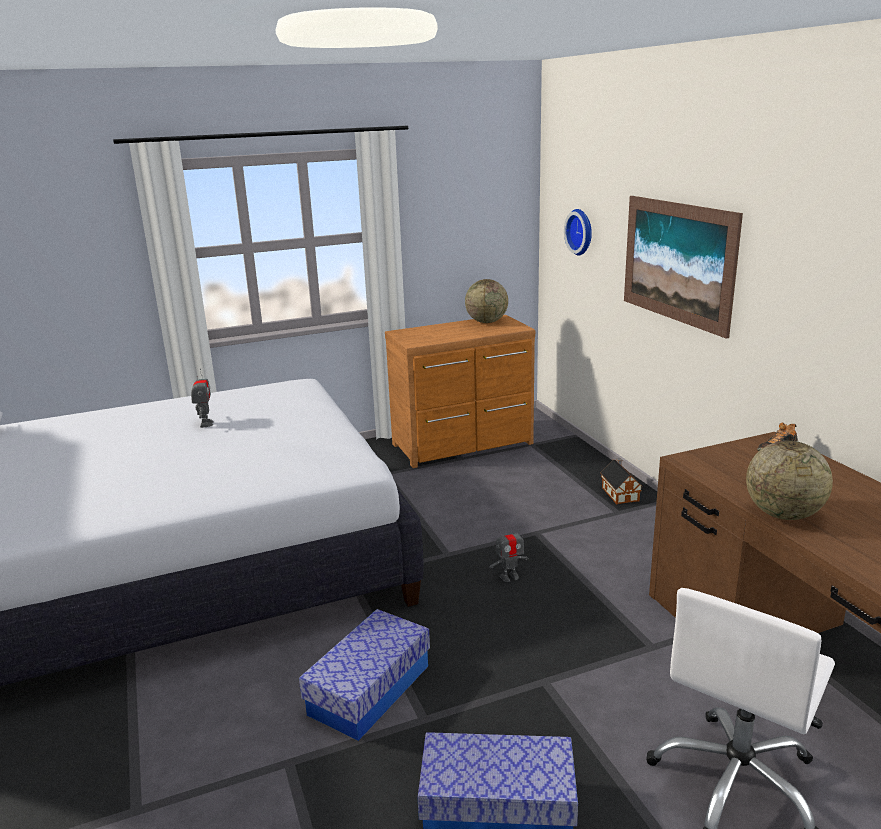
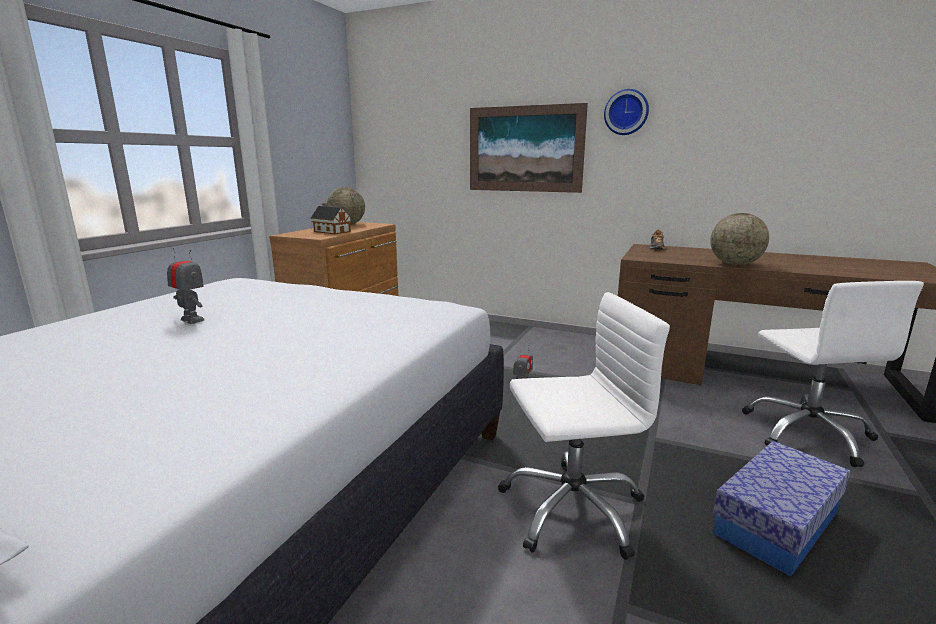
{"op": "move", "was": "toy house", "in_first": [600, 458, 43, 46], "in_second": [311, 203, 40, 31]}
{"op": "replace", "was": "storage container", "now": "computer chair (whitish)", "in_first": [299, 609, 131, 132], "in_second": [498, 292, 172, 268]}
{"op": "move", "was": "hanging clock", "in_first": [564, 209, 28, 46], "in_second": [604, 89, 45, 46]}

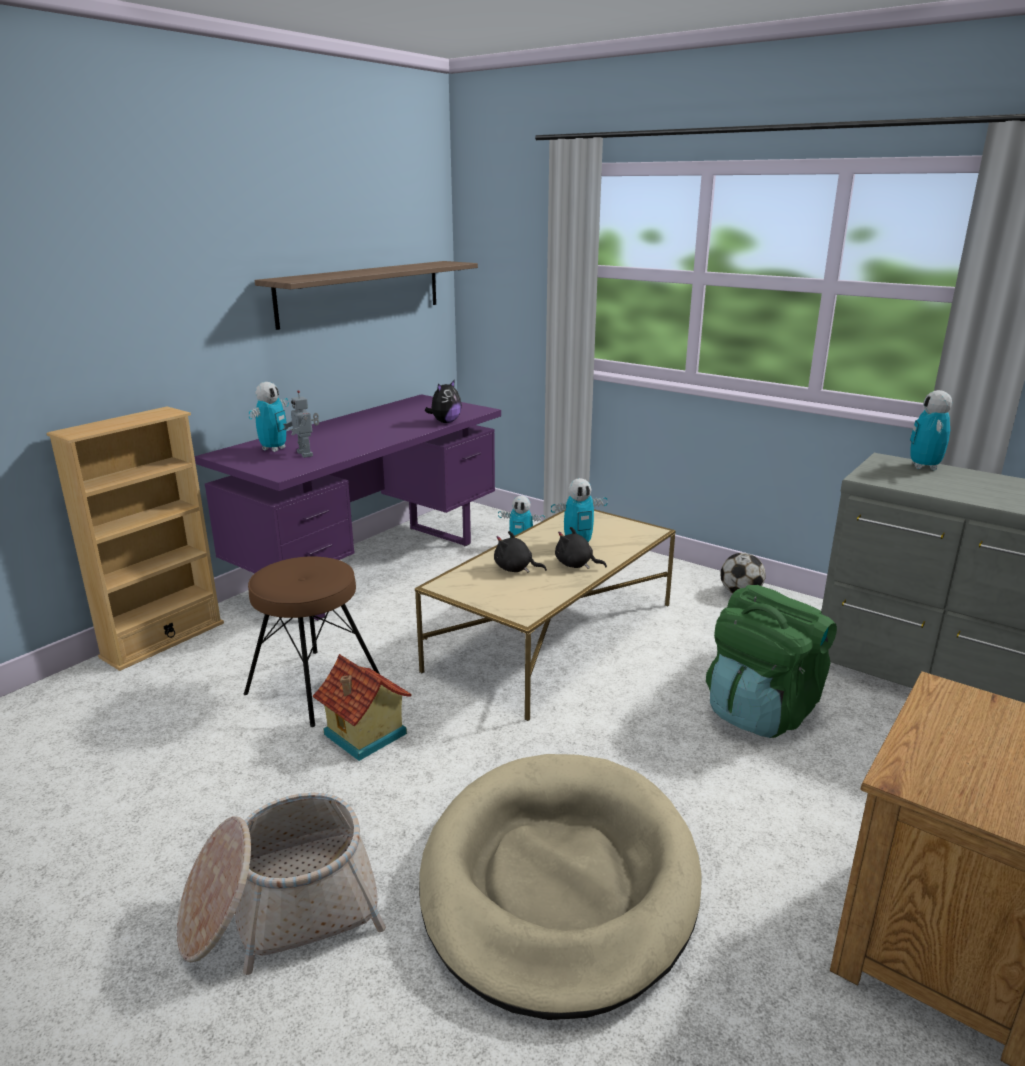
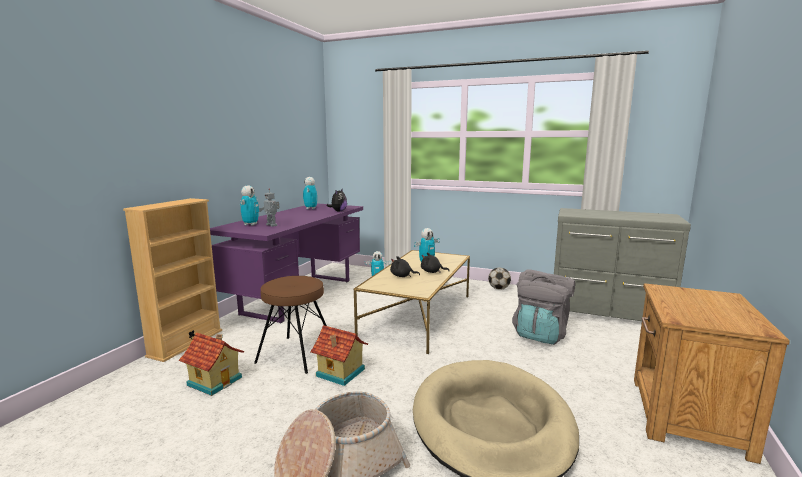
{"op": "insert", "now": "toy house", "in_second": [179, 332, 65, 64]}
{"op": "move", "was": "robot figure", "in_first": [910, 390, 42, 80], "in_second": [303, 177, 14, 32]}
{"op": "recolor", "was": "rucksack (green-coloured)", "now": "rucksack (gray)", "in_first": [706, 585, 131, 153], "in_second": [512, 269, 63, 76]}
{"op": "delete", "was": "bracket shelf", "in_first": [255, 261, 223, 69]}

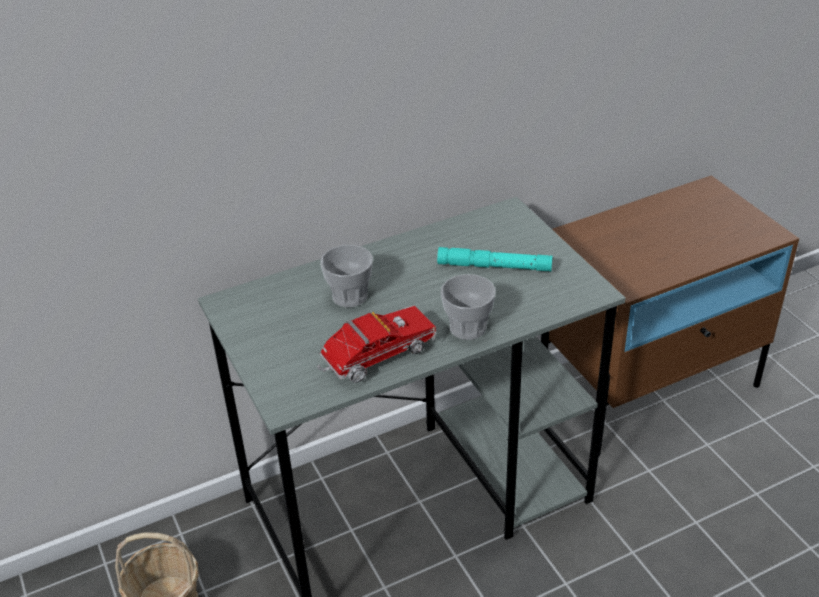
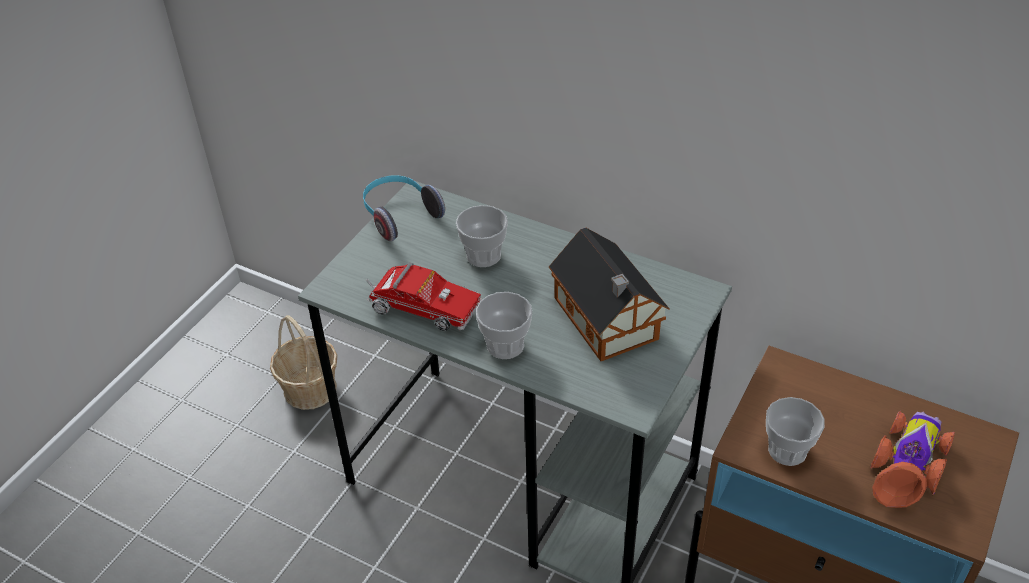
{"op": "insert", "now": "headset", "in_second": [363, 175, 82, 66]}
{"op": "replace", "was": "flashlight (blue-green)", "now": "toy house", "in_first": [437, 247, 115, 25], "in_second": [549, 228, 121, 133]}
{"op": "insert", "now": "drinking cup", "in_second": [766, 397, 59, 69]}
{"op": "insert", "now": "model car", "in_second": [870, 411, 85, 97]}

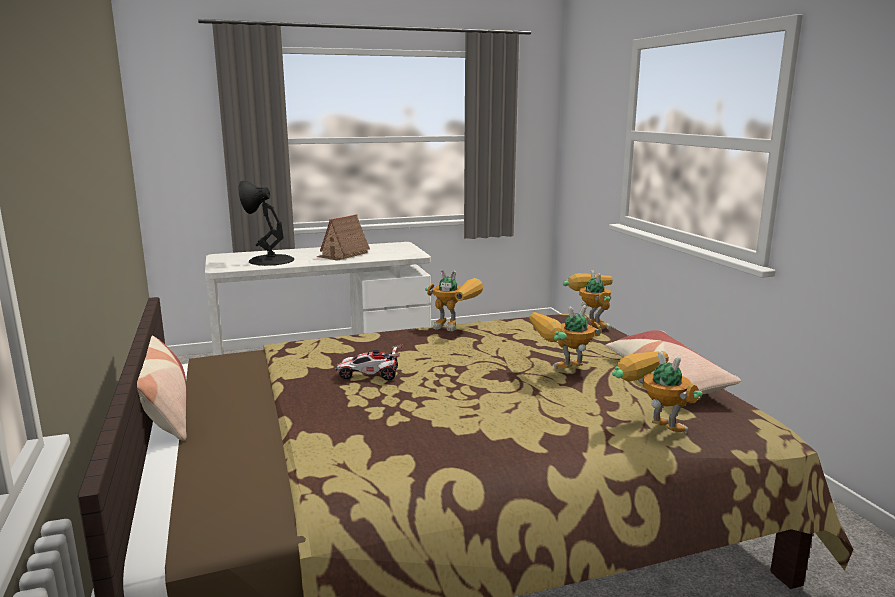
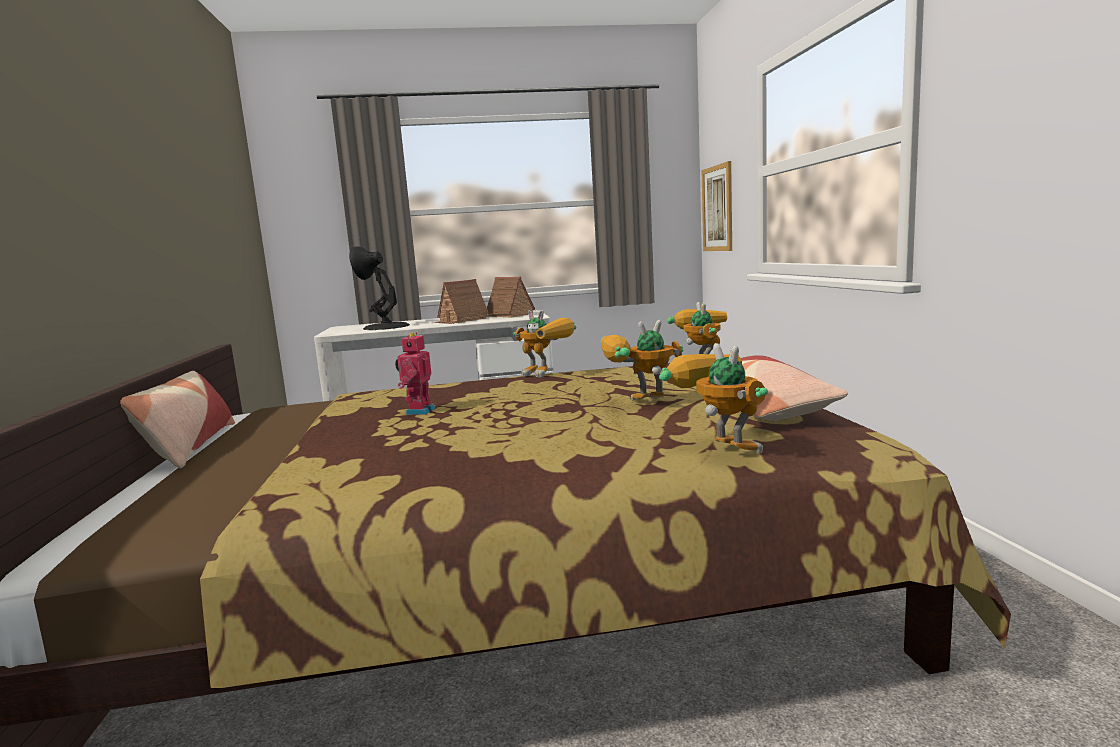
{"op": "replace", "was": "model car", "now": "robot figure", "in_first": [335, 344, 68, 36], "in_second": [395, 332, 40, 83]}
{"op": "insert", "now": "toy house", "in_second": [487, 276, 48, 42]}
{"op": "insert", "now": "picture", "in_second": [701, 161, 31, 90]}

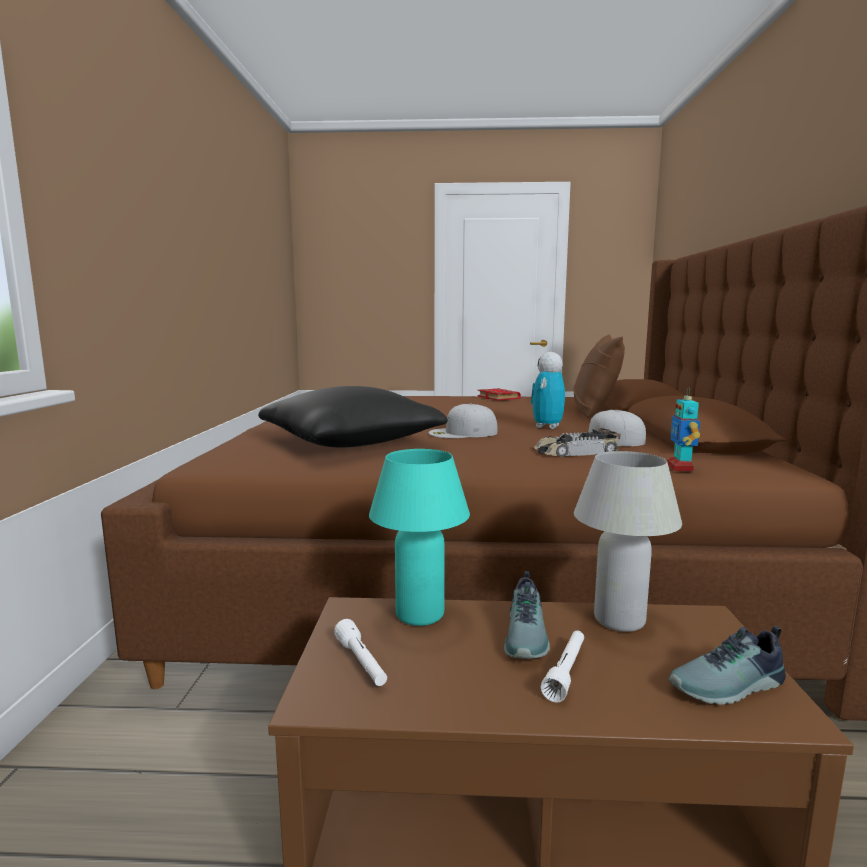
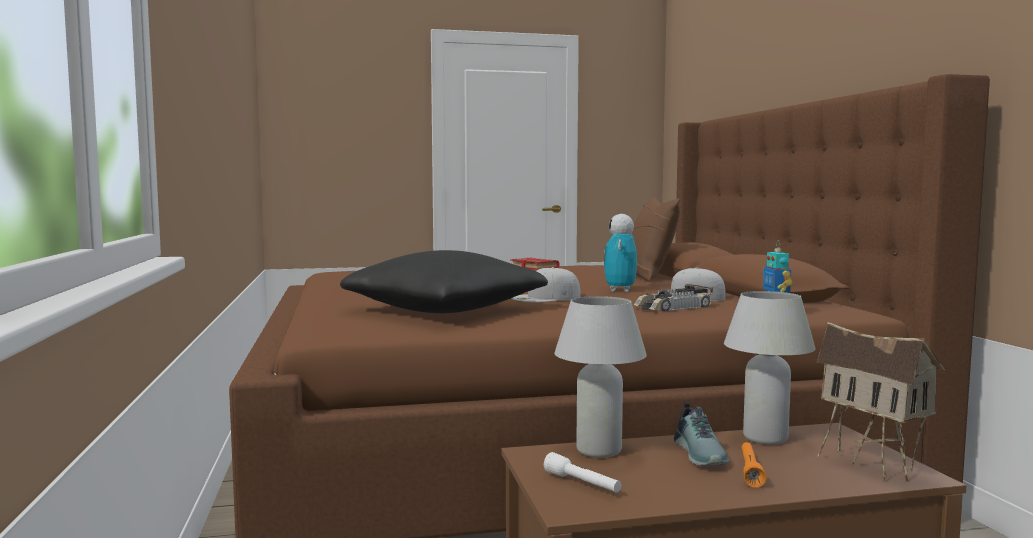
{"op": "recolor", "was": "tabletop lamp (blue-green)", "now": "tabletop lamp (whitish)", "in_first": [369, 449, 101, 177], "in_second": [555, 296, 92, 162]}
{"op": "recolor", "was": "flashlight (whitish)", "now": "flashlight (orangey)", "in_first": [541, 631, 43, 72], "in_second": [742, 442, 24, 46]}
{"op": "replace", "was": "shoe", "now": "toy house", "in_first": [668, 626, 118, 79], "in_second": [817, 322, 128, 160]}

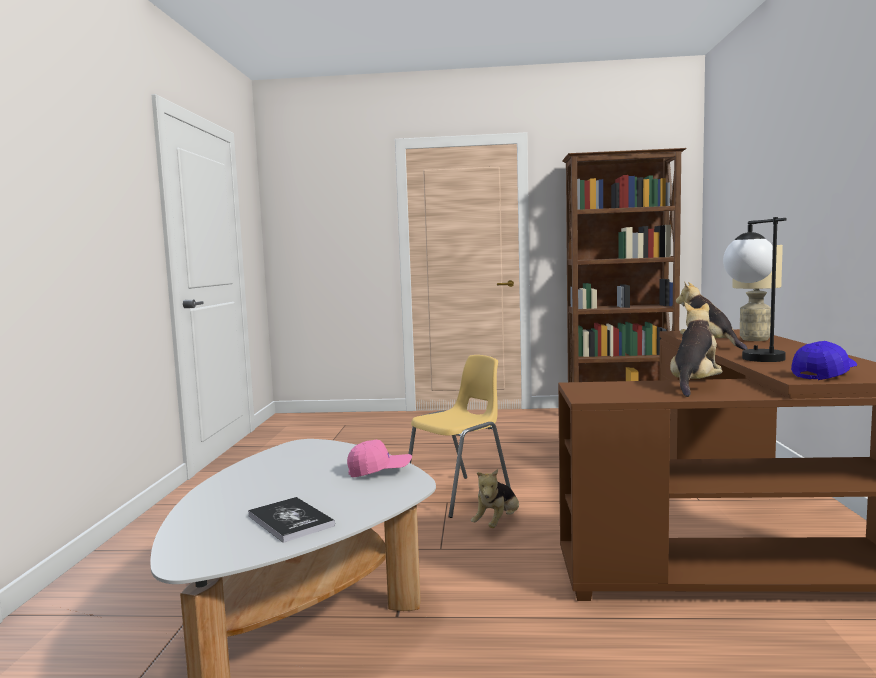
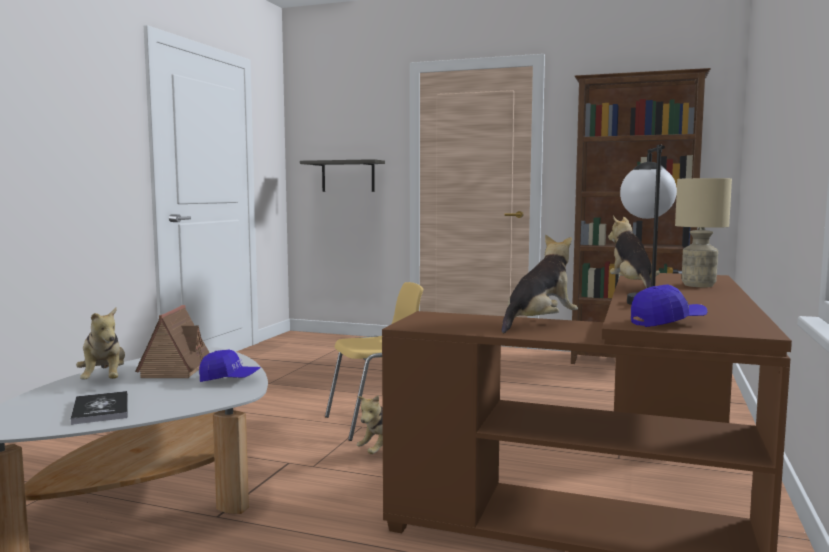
{"op": "insert", "now": "plush toy", "in_second": [76, 308, 49, 72]}
{"op": "insert", "now": "toy house", "in_second": [135, 305, 75, 73]}
{"op": "recolor", "was": "cap (pinkish)", "now": "cap (blue)", "in_first": [347, 440, 65, 37], "in_second": [199, 350, 62, 32]}
{"op": "insert", "now": "bracket shelf", "in_second": [300, 159, 85, 33]}

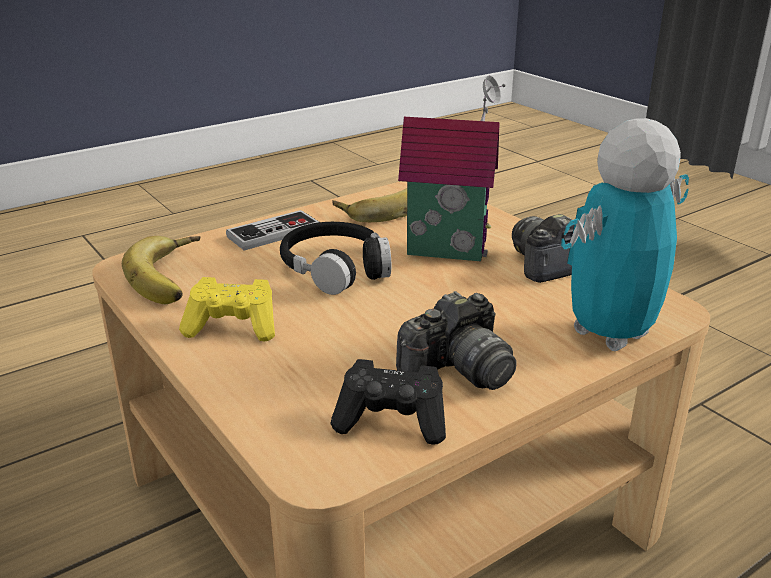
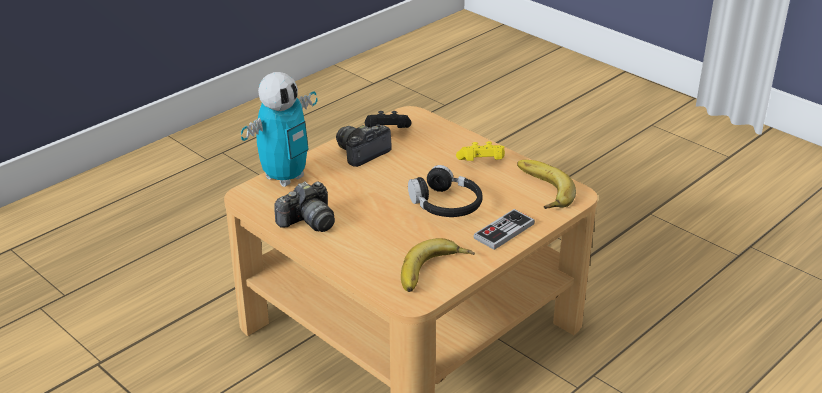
{"op": "delete", "was": "toy house", "in_first": [398, 75, 108, 186]}

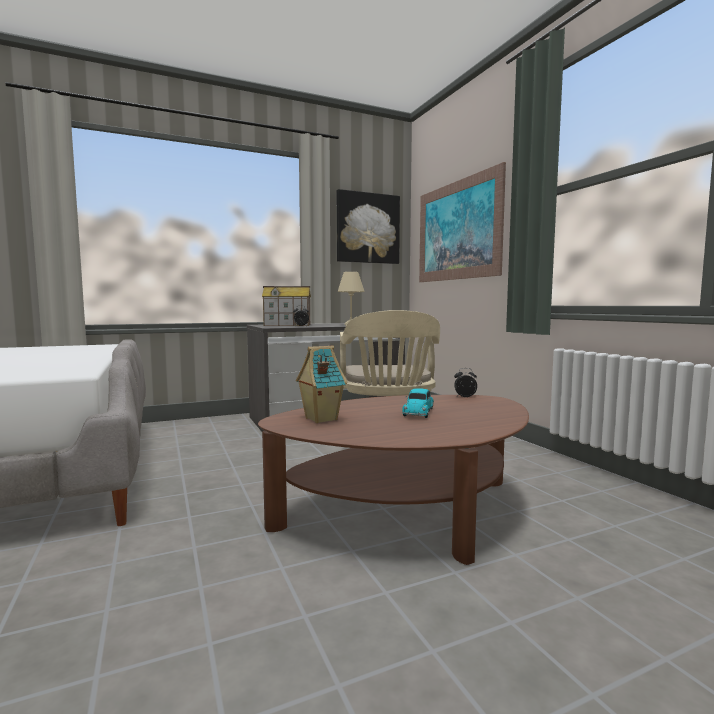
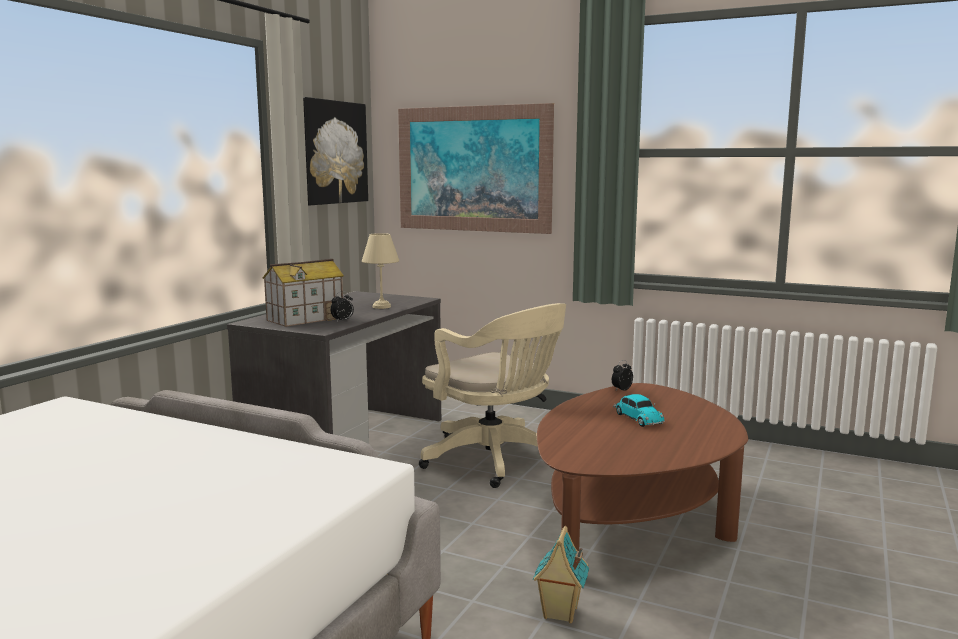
{"op": "move", "was": "toy house", "in_first": [296, 345, 51, 78], "in_second": [533, 526, 56, 97]}

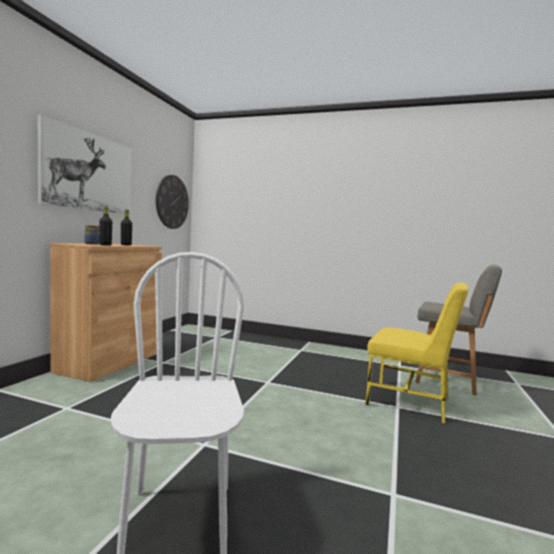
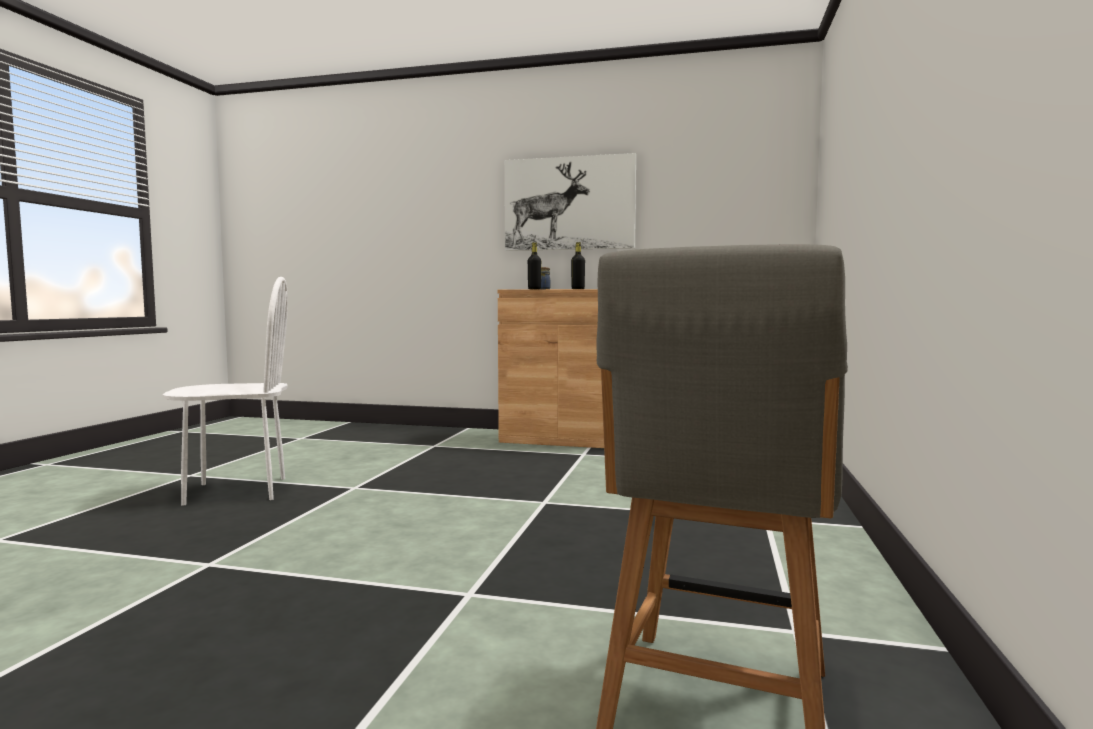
{"op": "delete", "was": "hanging clock", "in_first": [156, 175, 33, 54]}
{"op": "delete", "was": "plain chair (yellowish)", "in_first": [365, 283, 104, 140]}

